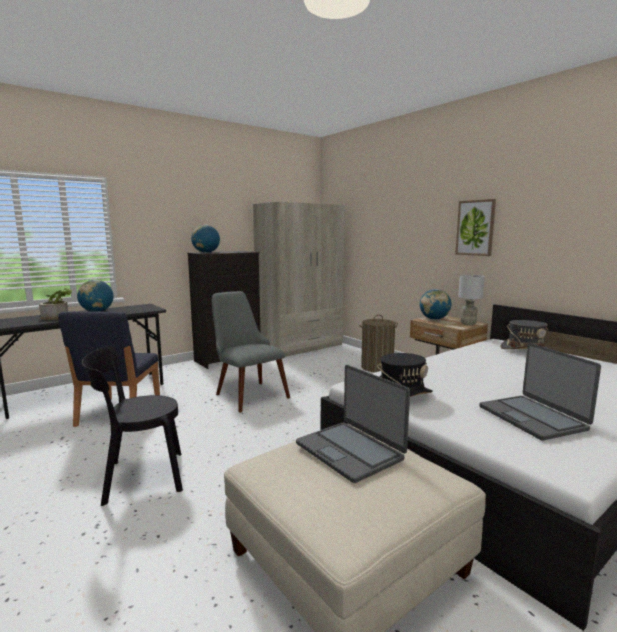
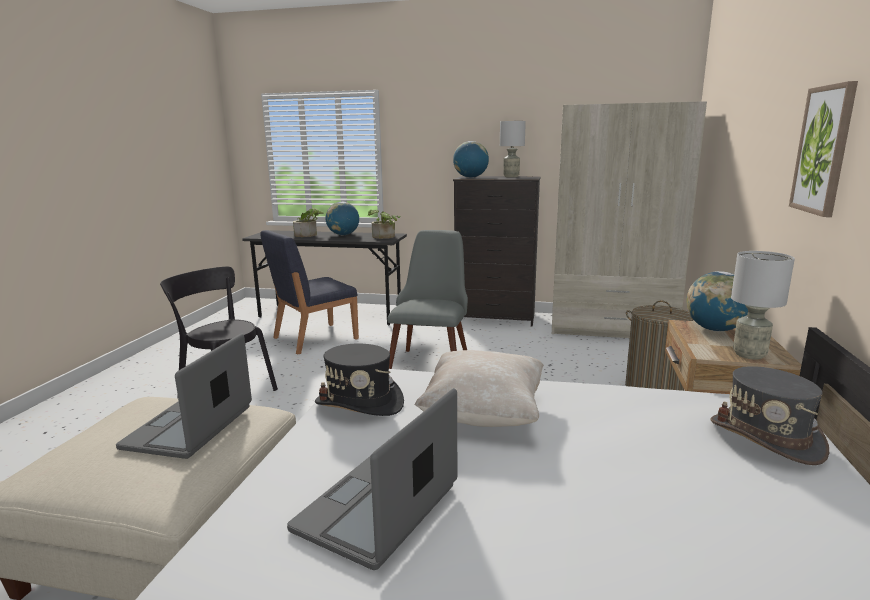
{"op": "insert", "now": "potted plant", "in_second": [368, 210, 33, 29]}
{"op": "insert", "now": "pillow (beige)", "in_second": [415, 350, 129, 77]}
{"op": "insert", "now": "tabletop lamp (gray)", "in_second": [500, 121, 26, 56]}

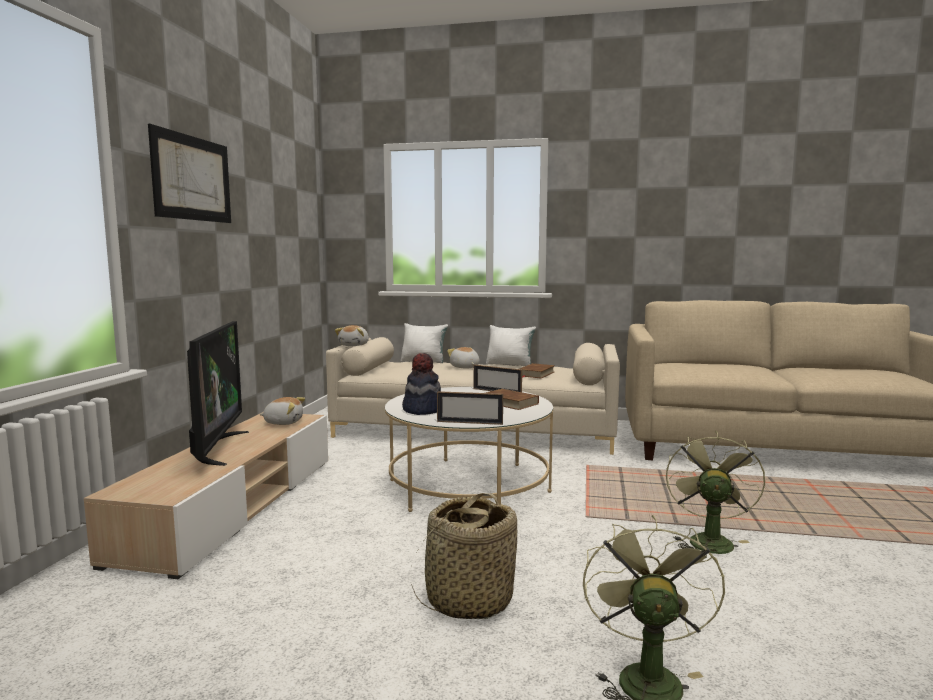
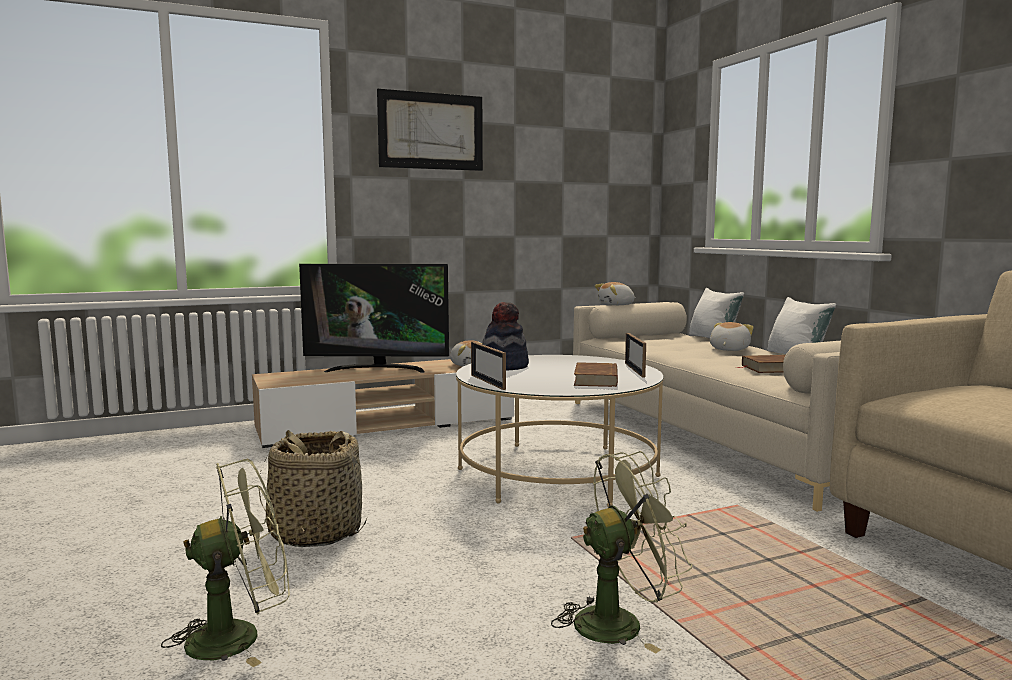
{"op": "rotate", "was": "TV", "in_first": [187, 321, 62, 145], "in_second": [299, 264, 150, 109], "clockwise": 45}

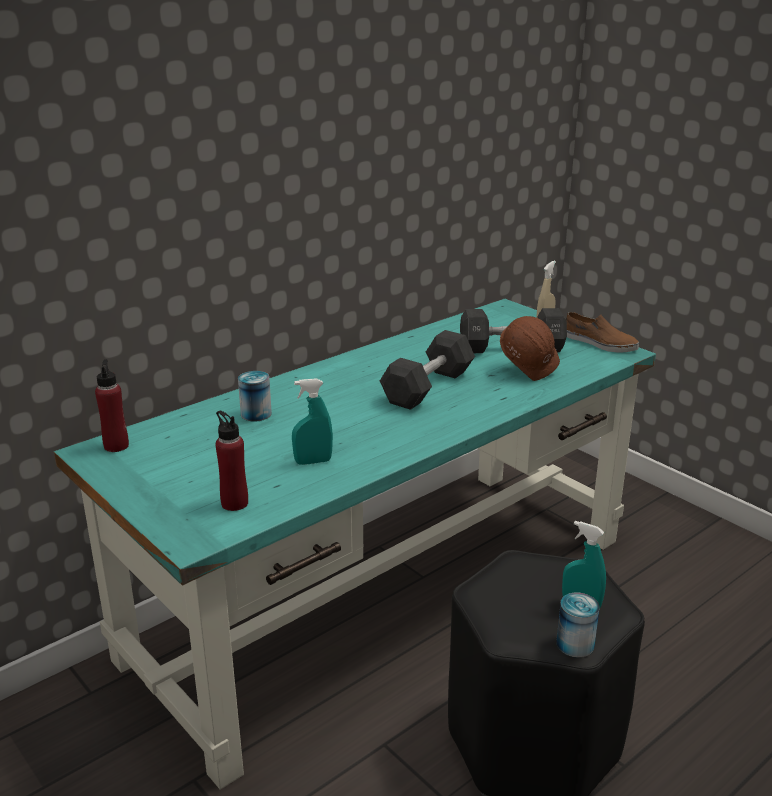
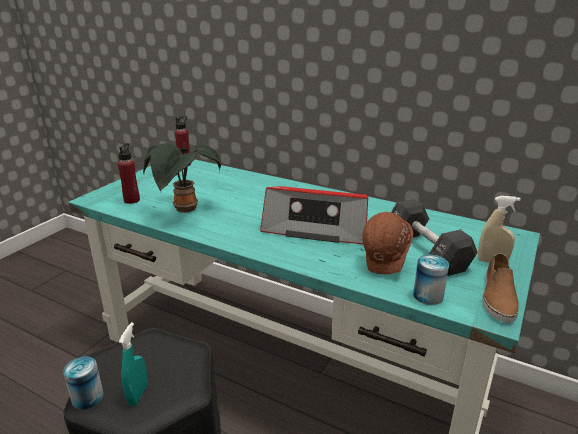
{"op": "replace", "was": "hand sprayer (blue-green)", "now": "potted plant", "in_first": [292, 378, 41, 87], "in_second": [143, 143, 78, 70]}
{"op": "replace", "was": "free weight (black)", "now": "radio", "in_first": [380, 330, 95, 80], "in_second": [260, 186, 108, 58]}
{"op": "move", "was": "sealed can", "in_first": [238, 371, 34, 50], "in_second": [413, 255, 36, 50]}

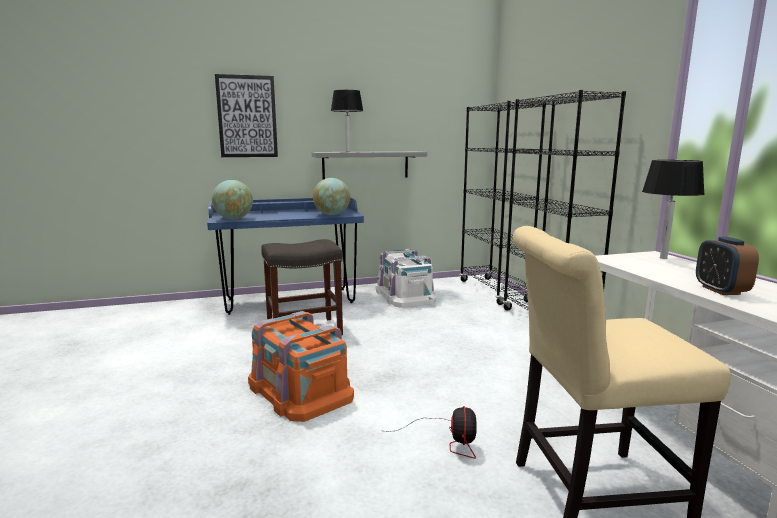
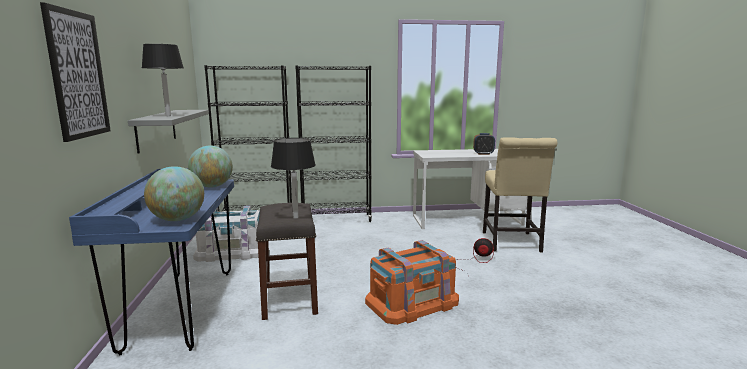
{"op": "move", "was": "tabletop lamp (black)", "in_first": [642, 160, 63, 99], "in_second": [271, 138, 45, 81]}

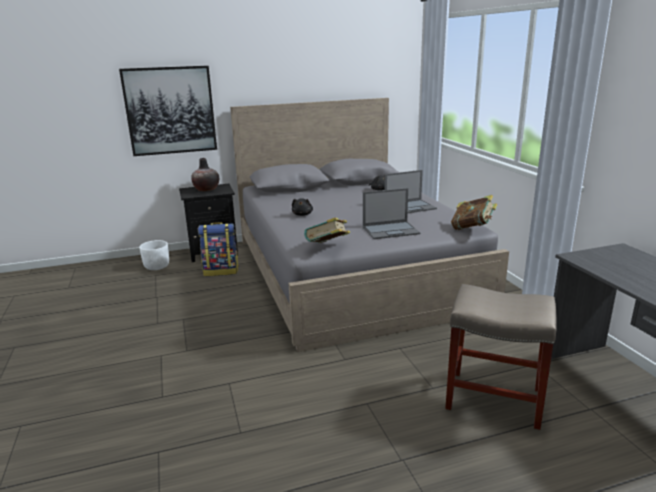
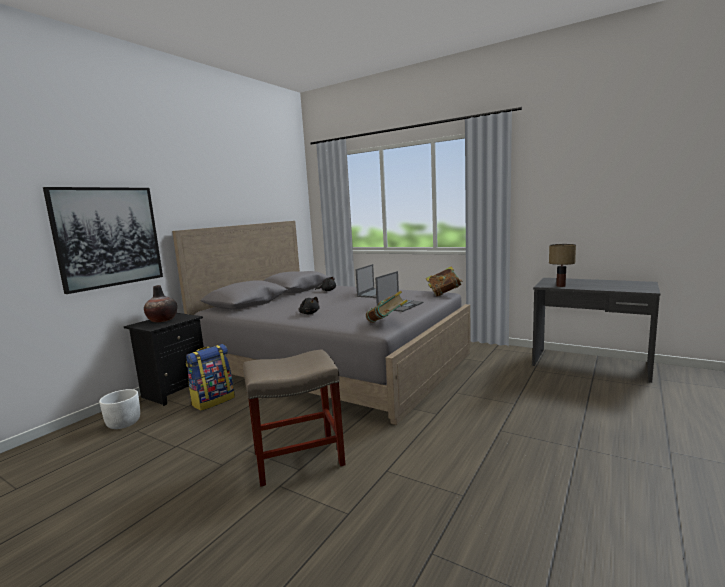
{"op": "move", "was": "stool (beige)", "in_first": [445, 284, 112, 146], "in_second": [243, 349, 103, 138]}
{"op": "insert", "now": "tabletop lamp", "in_second": [549, 244, 27, 43]}

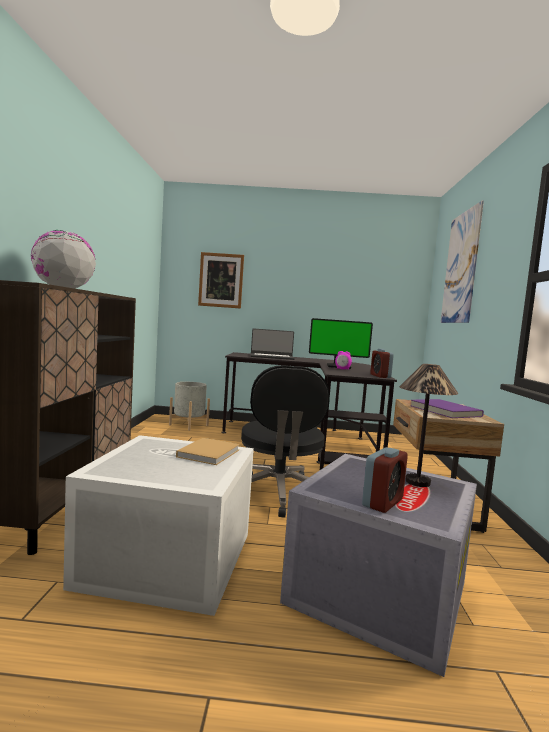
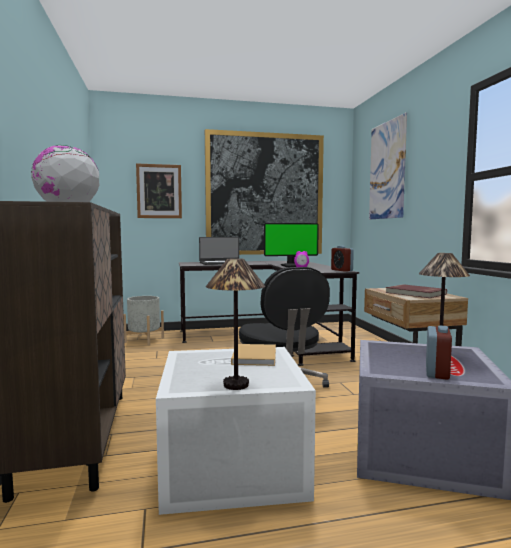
{"op": "insert", "now": "picture", "in_second": [205, 129, 119, 126]}
{"op": "insert", "now": "tabletop lamp", "in_second": [206, 258, 59, 132]}
{"op": "recolor", "was": "bound book (purplish)", "now": "bound book (reddish)", "in_first": [411, 399, 73, 19], "in_second": [385, 284, 62, 14]}

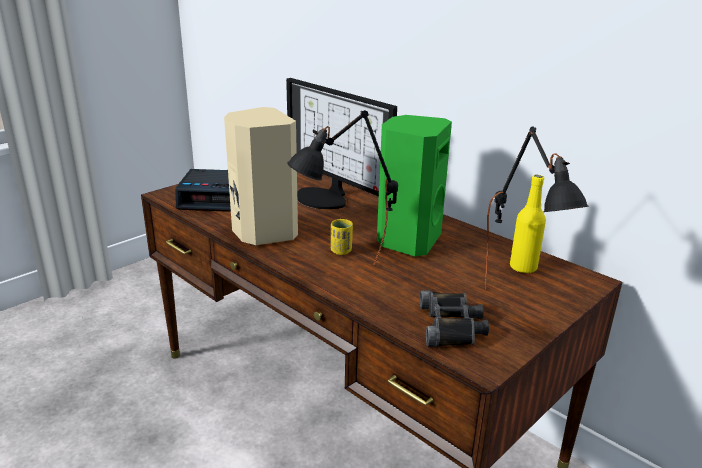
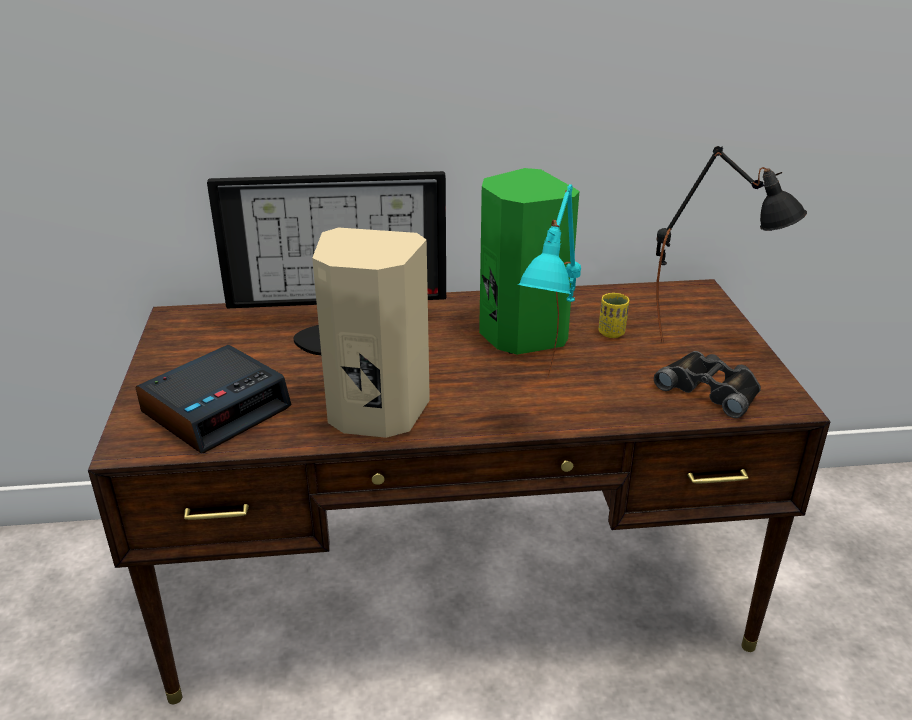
{"op": "recolor", "was": "tabletop lamp (black)", "now": "tabletop lamp (blue-green)", "in_first": [287, 110, 111, 155], "in_second": [518, 184, 63, 194]}
{"op": "move", "was": "drinking cup (yellowish)", "in_first": [331, 219, 22, 36], "in_second": [599, 293, 30, 45]}
{"op": "delete", "was": "beverage bottle (yellowish)", "in_first": [510, 175, 36, 98]}

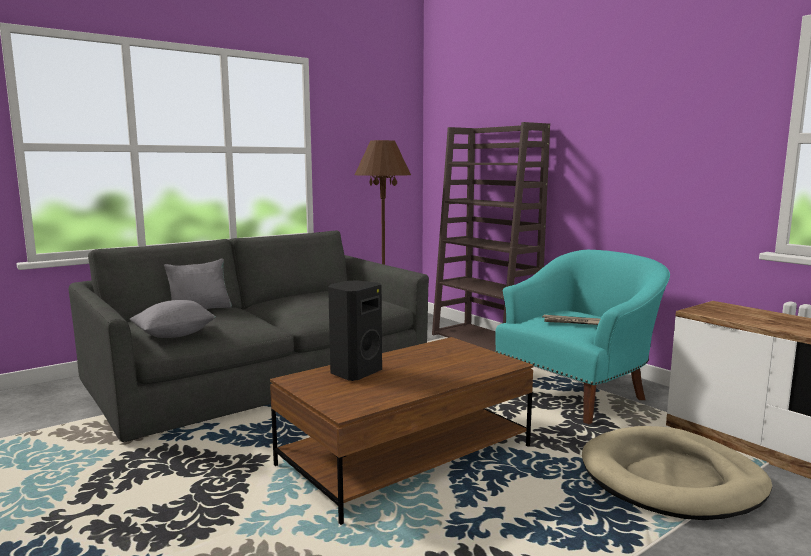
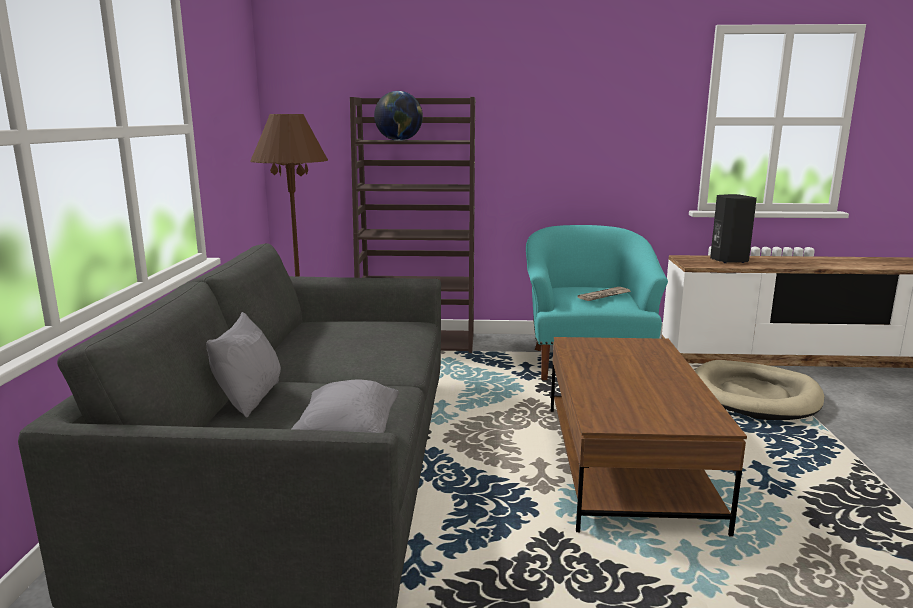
{"op": "insert", "now": "desk globe", "in_second": [374, 91, 49, 50]}
{"op": "move", "was": "audio speaker (black)", "in_first": [328, 280, 54, 101], "in_second": [710, 194, 47, 69]}

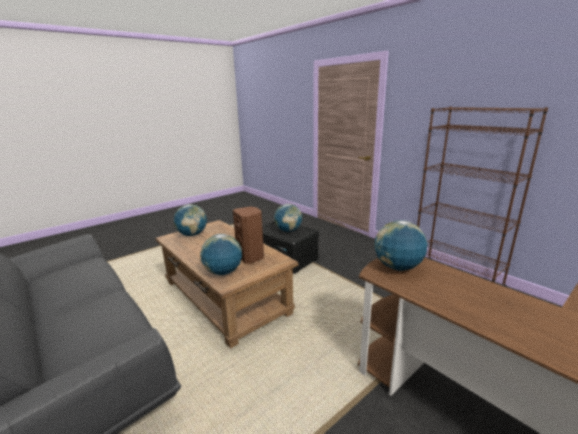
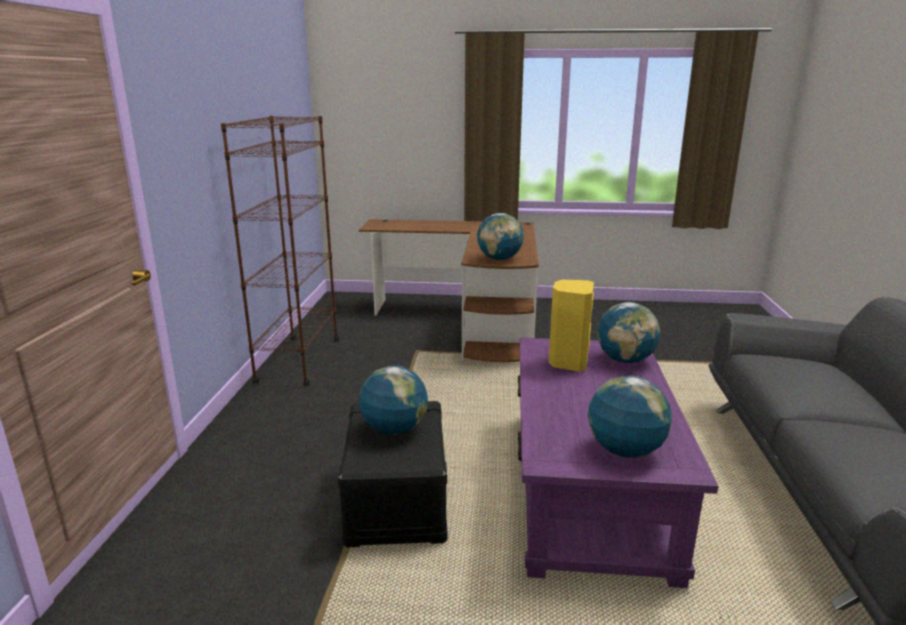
{"op": "recolor", "was": "coffee table (brownish)", "now": "coffee table (purplish)", "in_first": [155, 220, 143, 129], "in_second": [518, 338, 201, 250]}
{"op": "recolor", "was": "audio speaker (brownish)", "now": "audio speaker (yellowish)", "in_first": [233, 207, 31, 57], "in_second": [549, 280, 45, 92]}

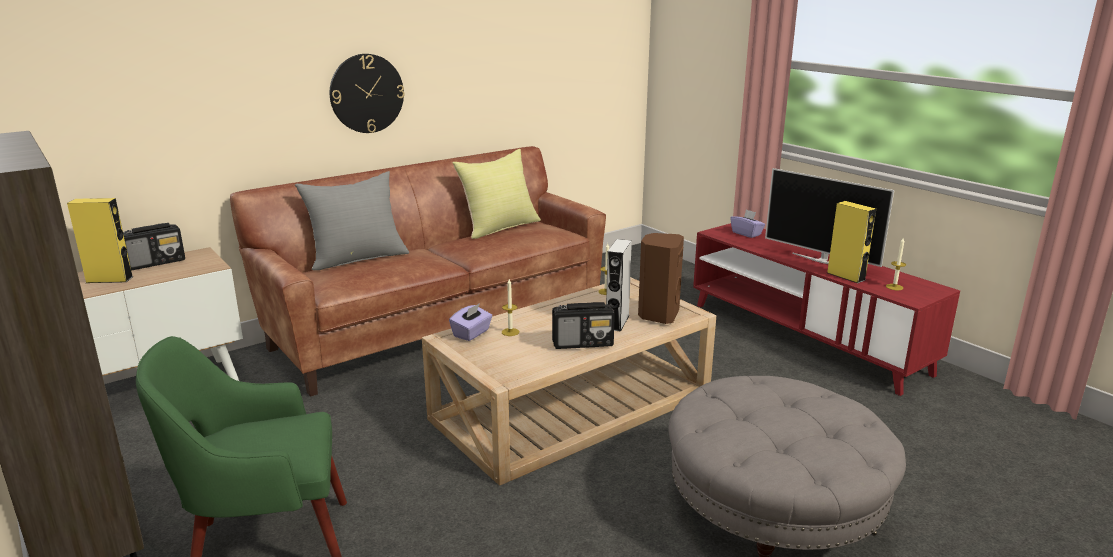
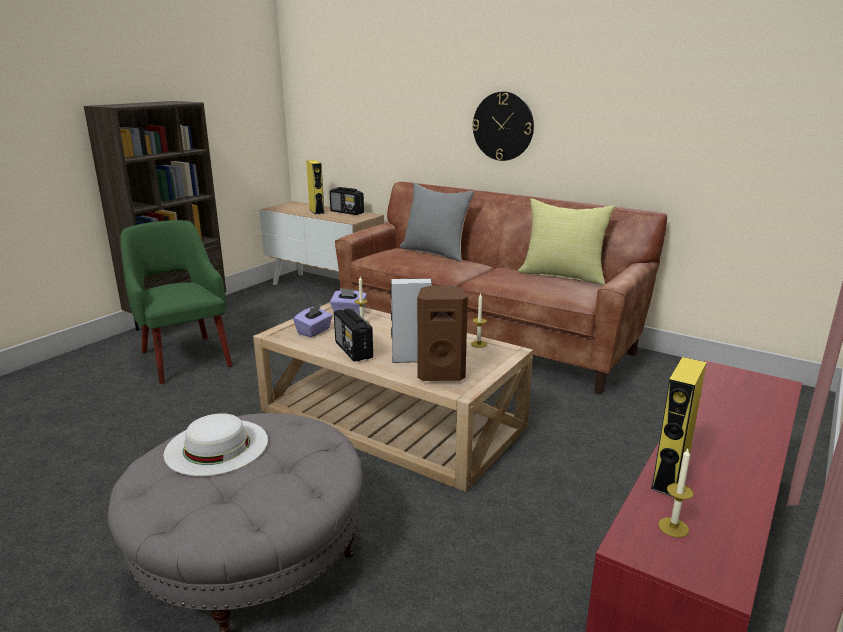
{"op": "insert", "now": "clothing hat (whitish)", "in_second": [164, 413, 104, 63]}
{"op": "move", "was": "box of tissues (purplish)", "in_first": [730, 209, 35, 29], "in_second": [293, 304, 40, 33]}
{"op": "delete", "was": "TV", "in_first": [765, 168, 129, 99]}

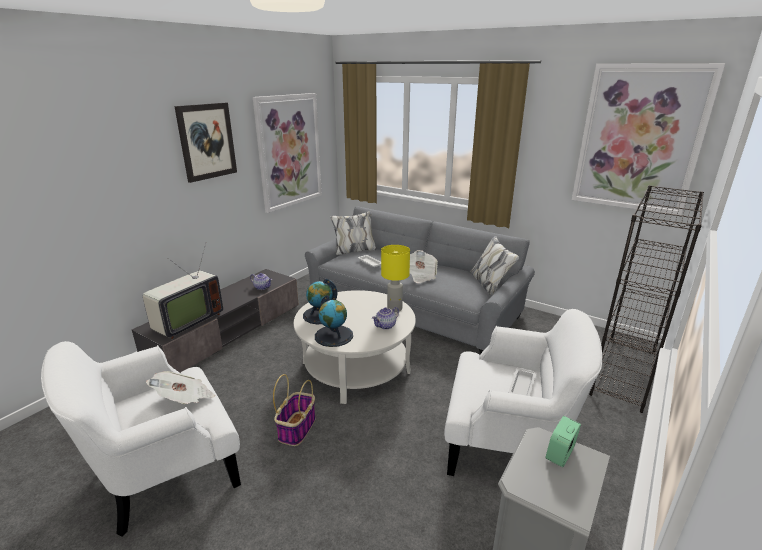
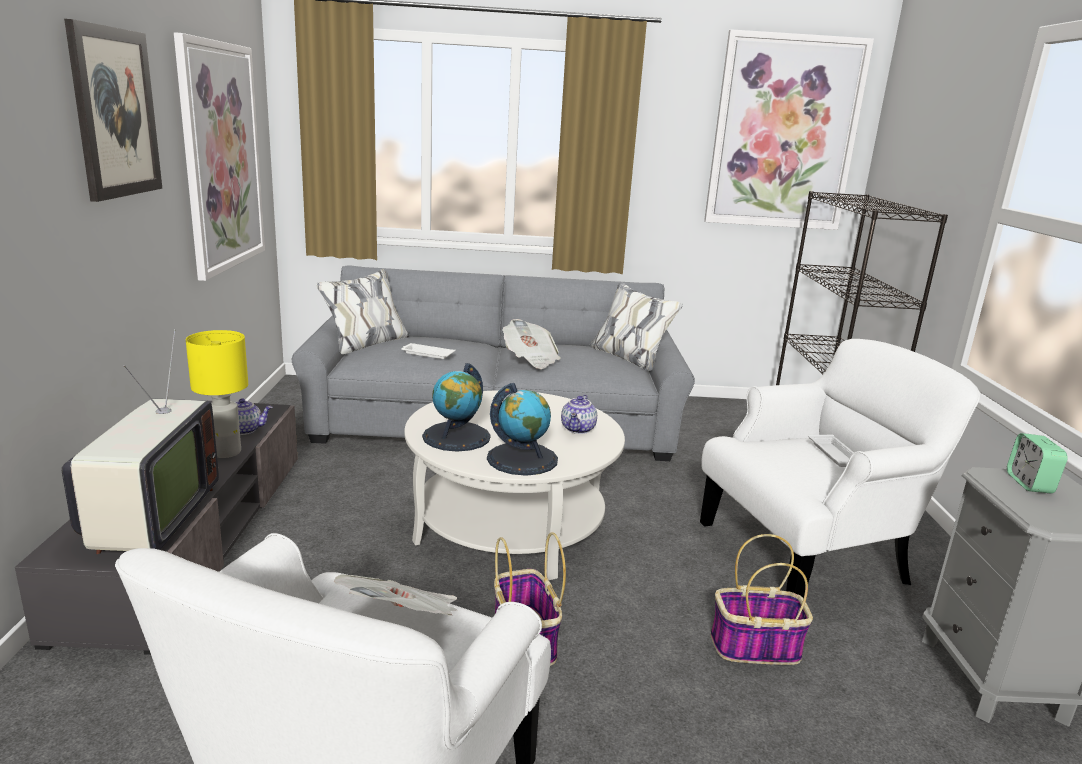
{"op": "move", "was": "tabletop lamp (yellowish)", "in_first": [381, 245, 29, 67], "in_second": [186, 330, 62, 128]}
{"op": "insert", "now": "storage basket", "in_second": [710, 534, 103, 131]}

